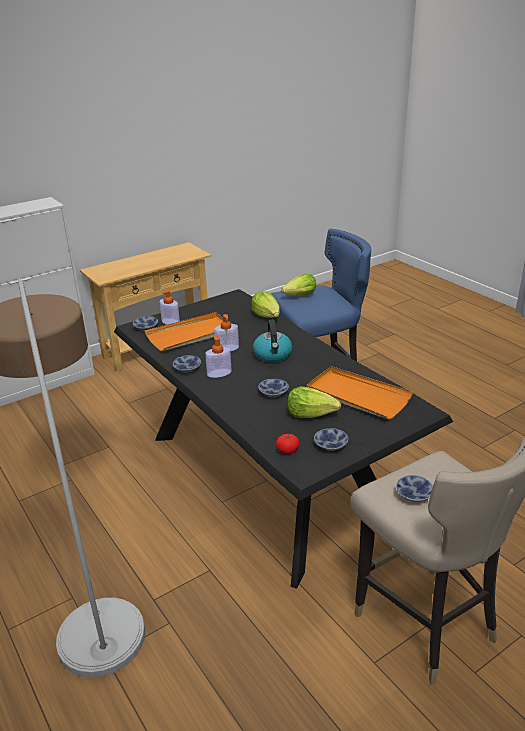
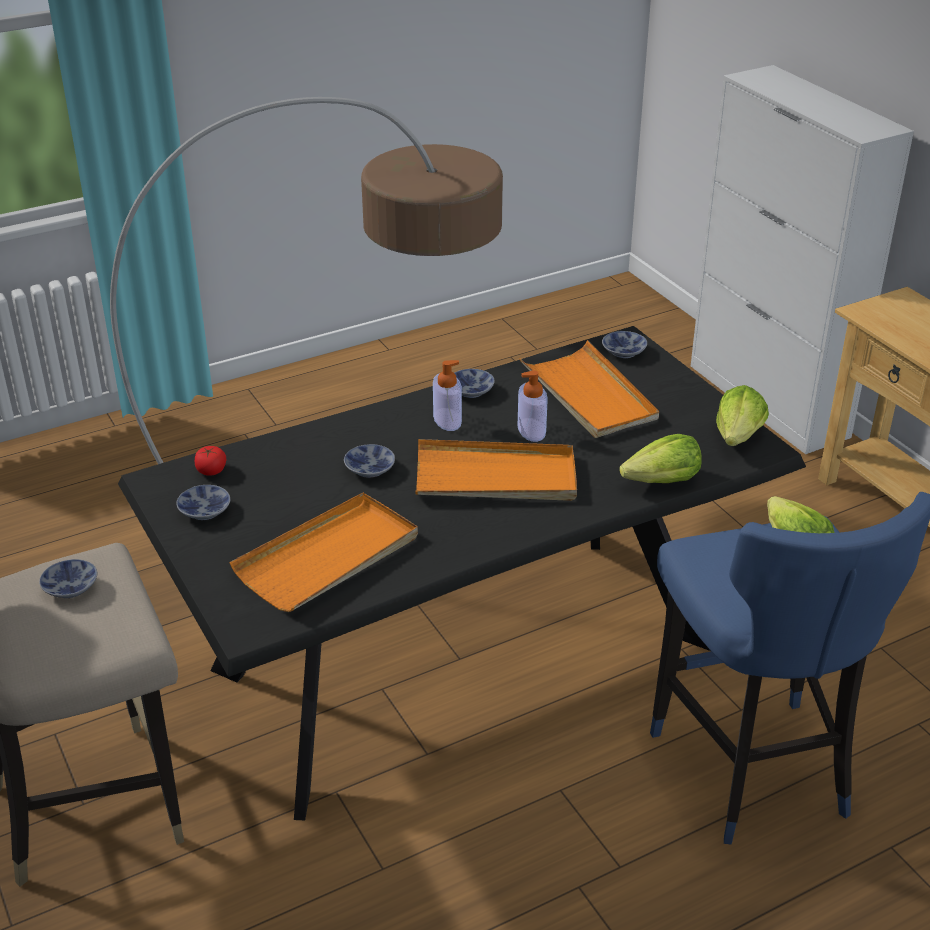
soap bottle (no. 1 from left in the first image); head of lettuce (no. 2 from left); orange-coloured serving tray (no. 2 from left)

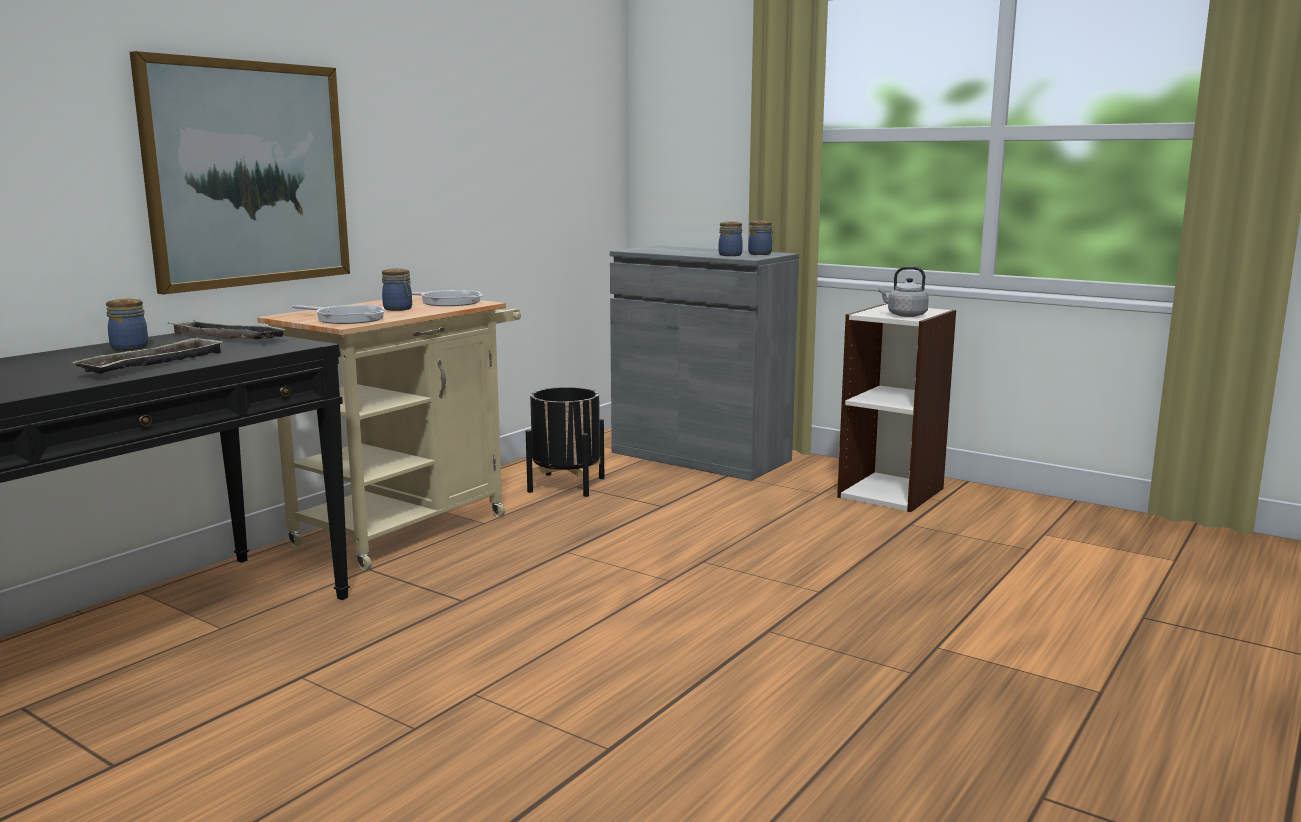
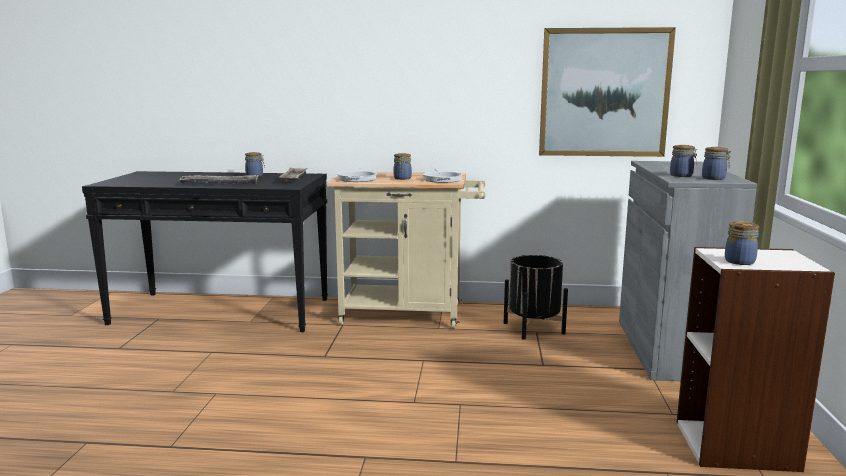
wall art; jar (no. 5 from left)

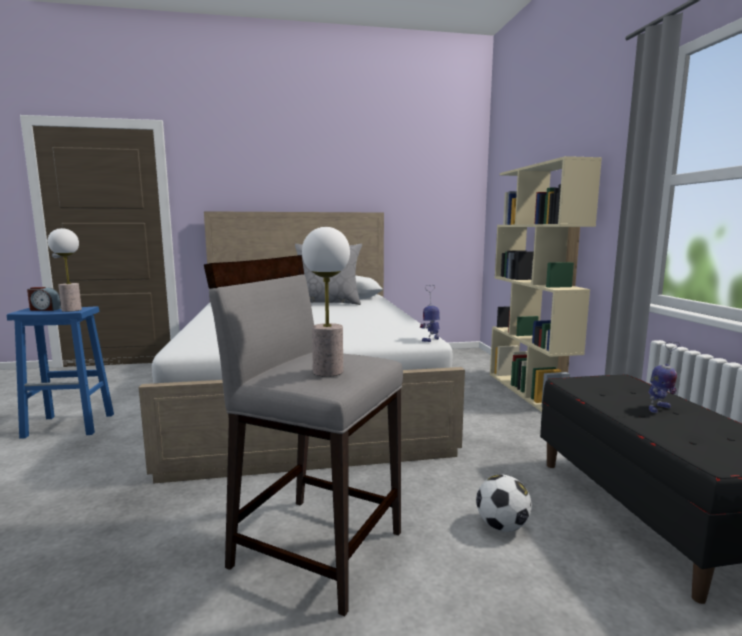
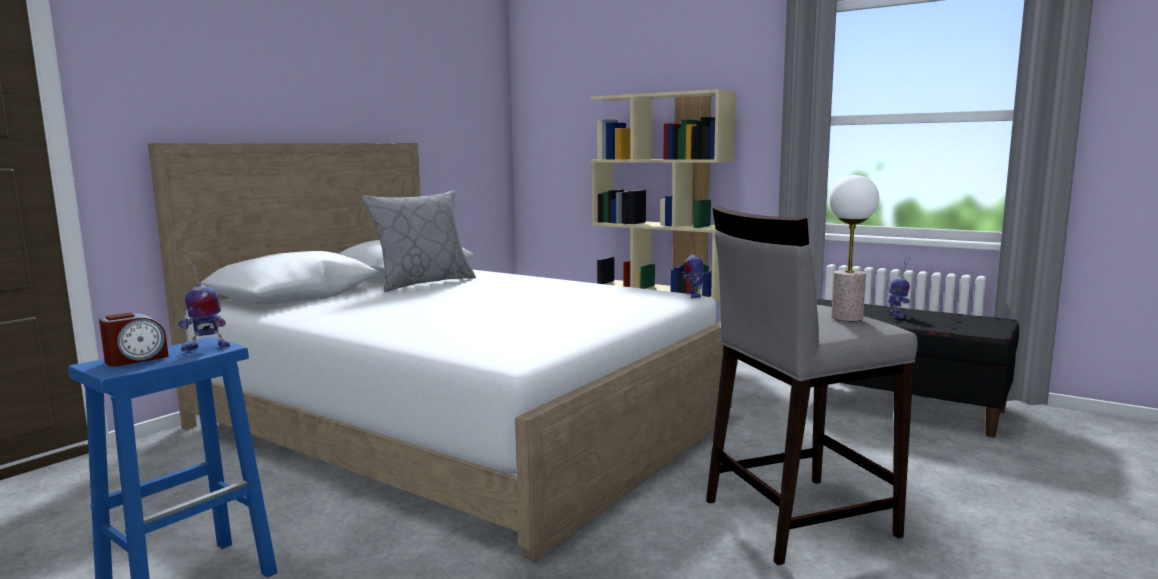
football ball; toy robot (no. 1 from left)

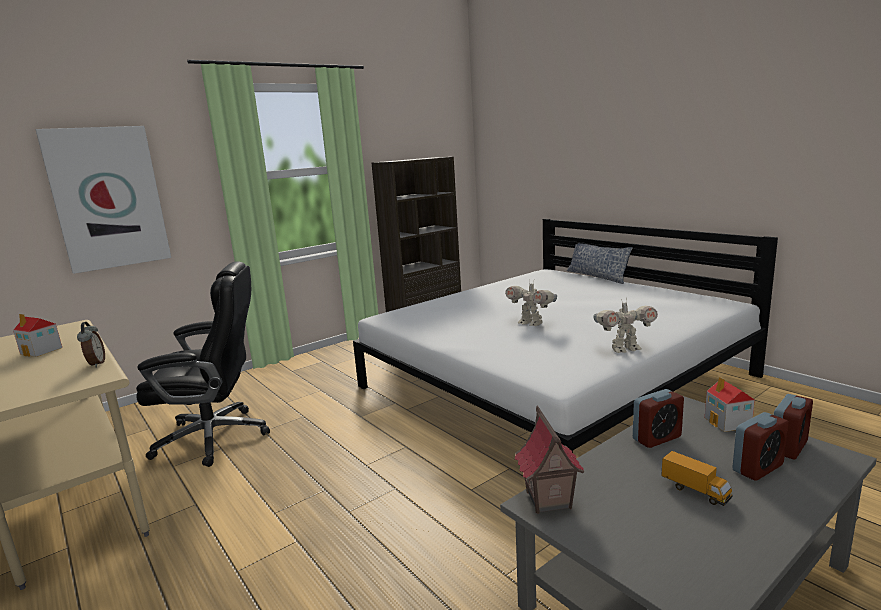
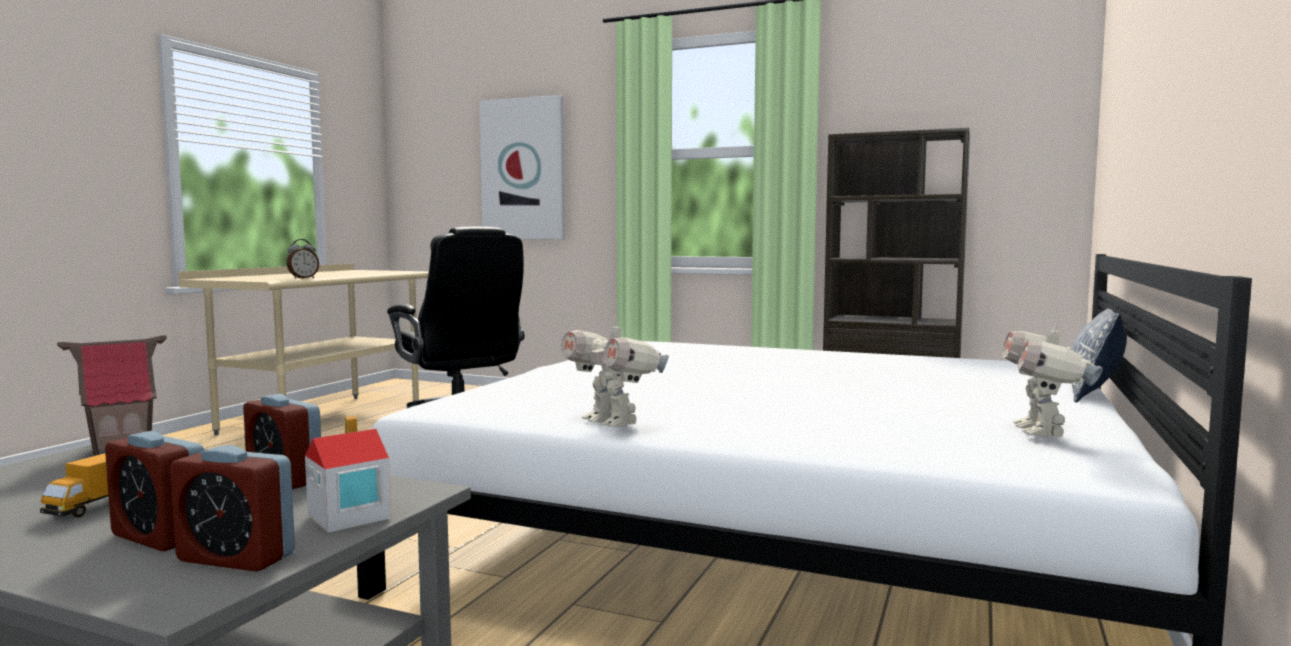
miniature house (no. 1 from left in the first image); toy robot (no. 2 from left)

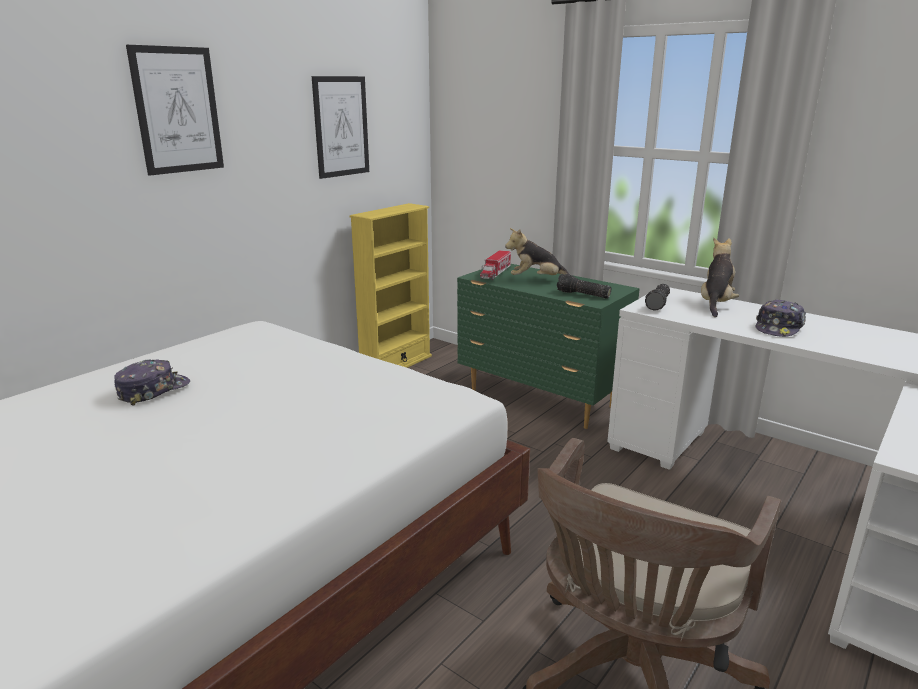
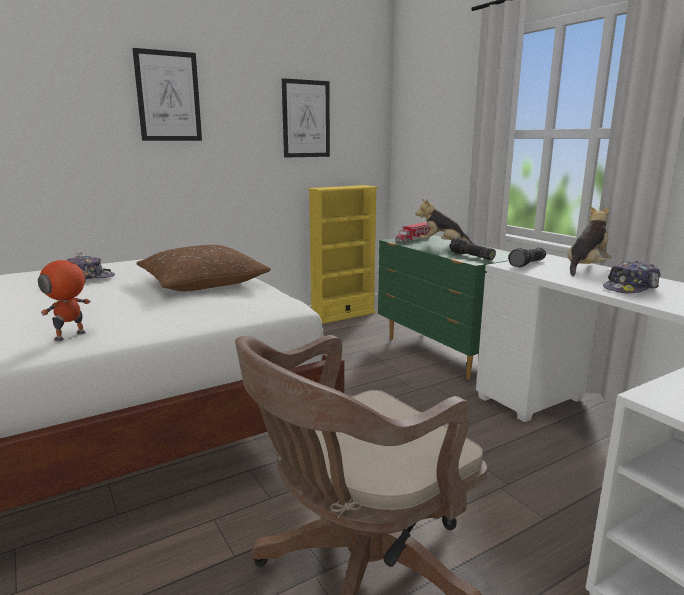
toy robot; brownish throw pillow

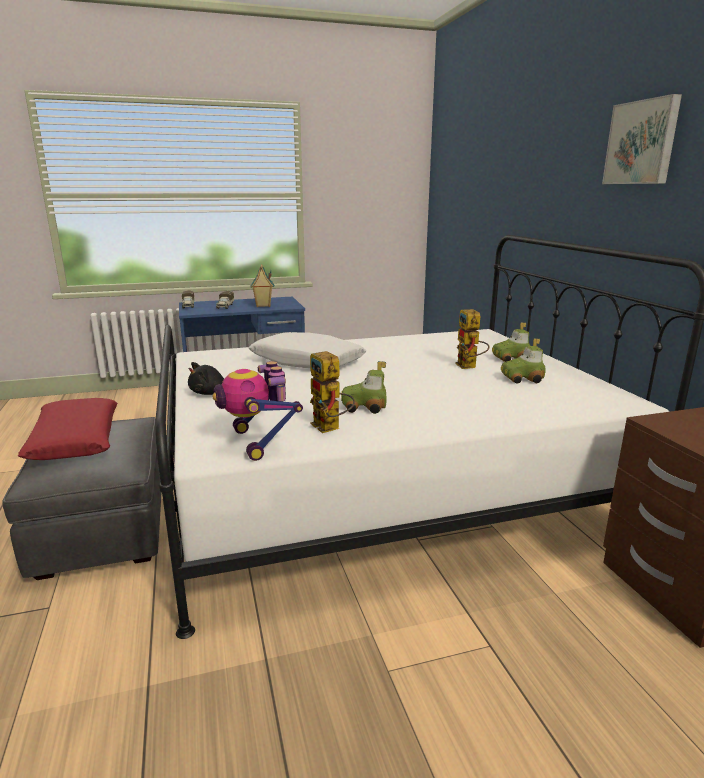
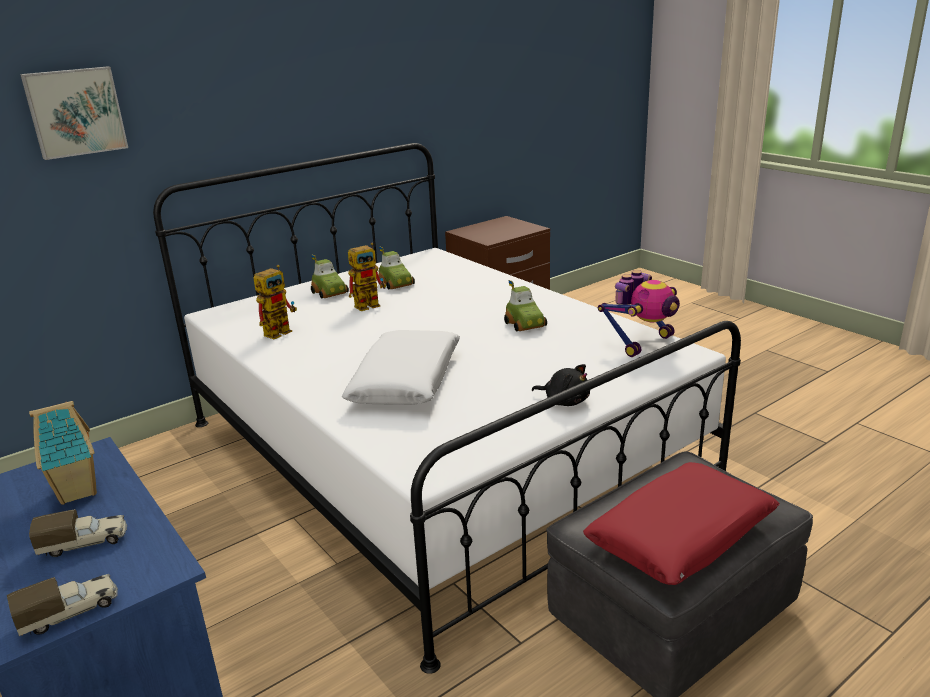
toy robot (no. 1 from left); wall art

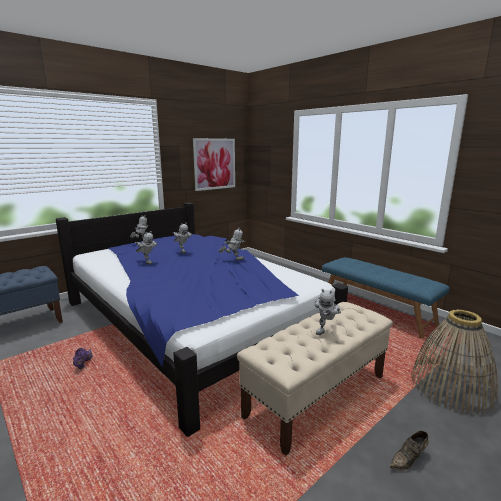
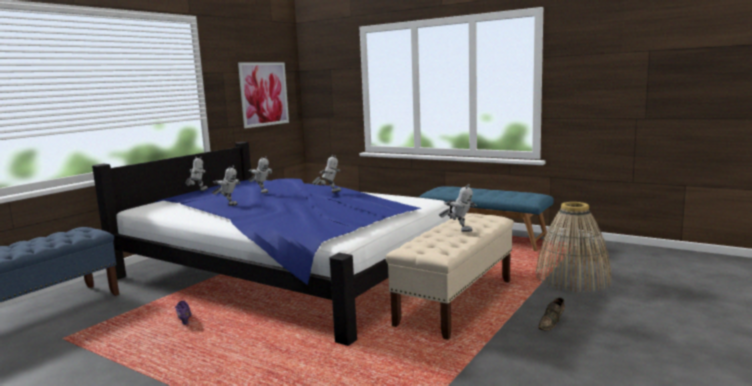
toy robot (no. 5 from left)

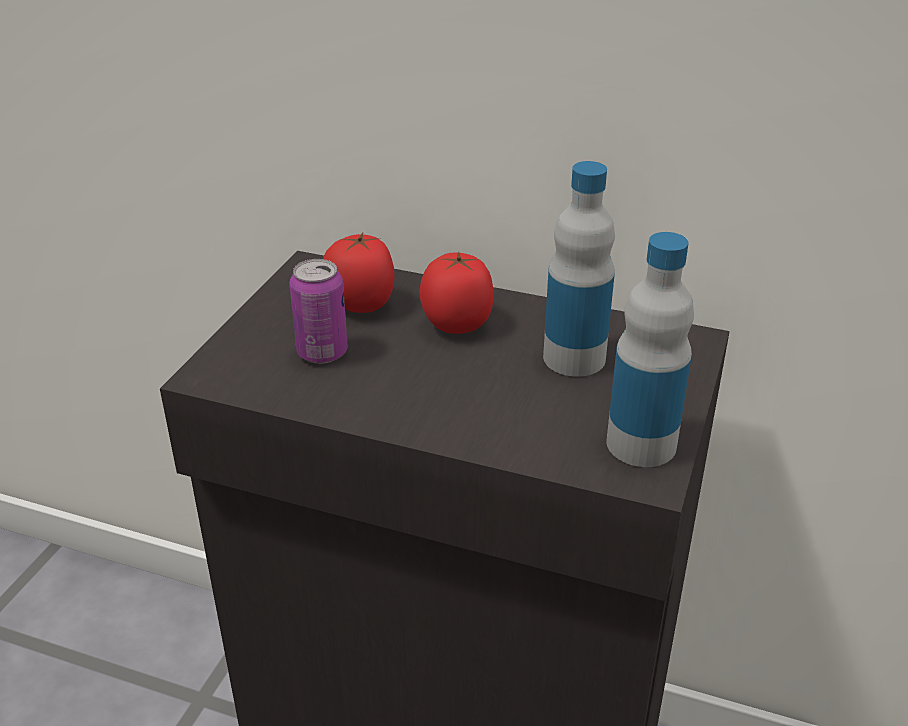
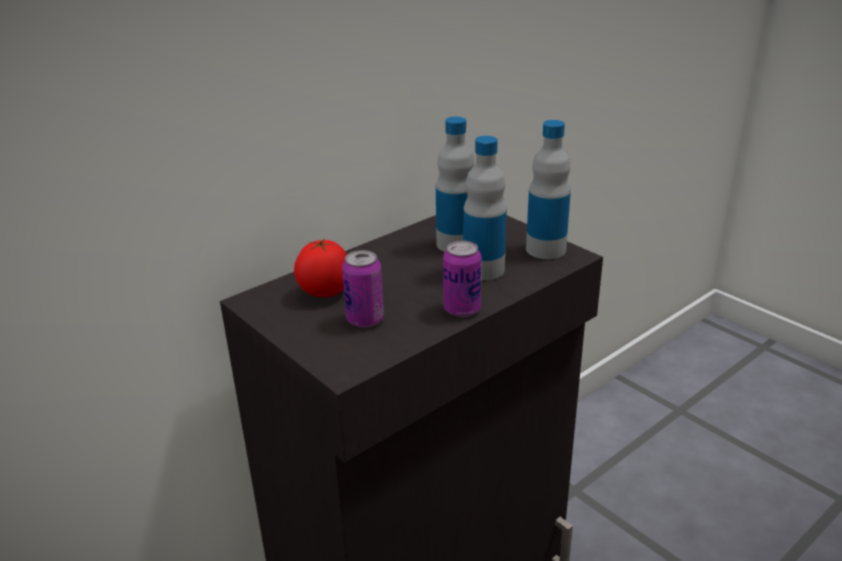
fresh tomato (no. 2 from left in the first image); sealed can (no. 2 from left); bottle (no. 2 from left)

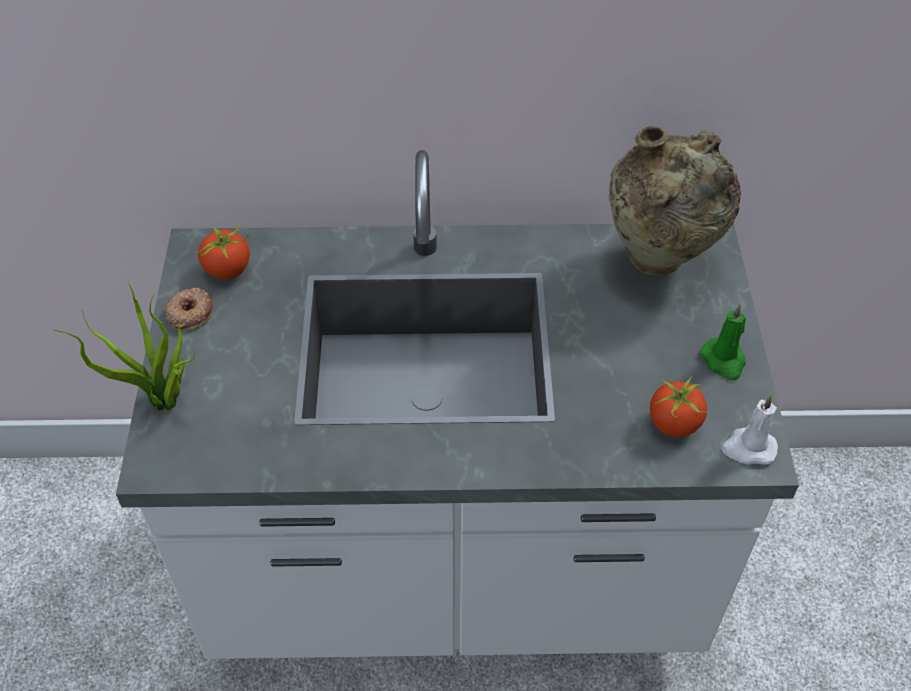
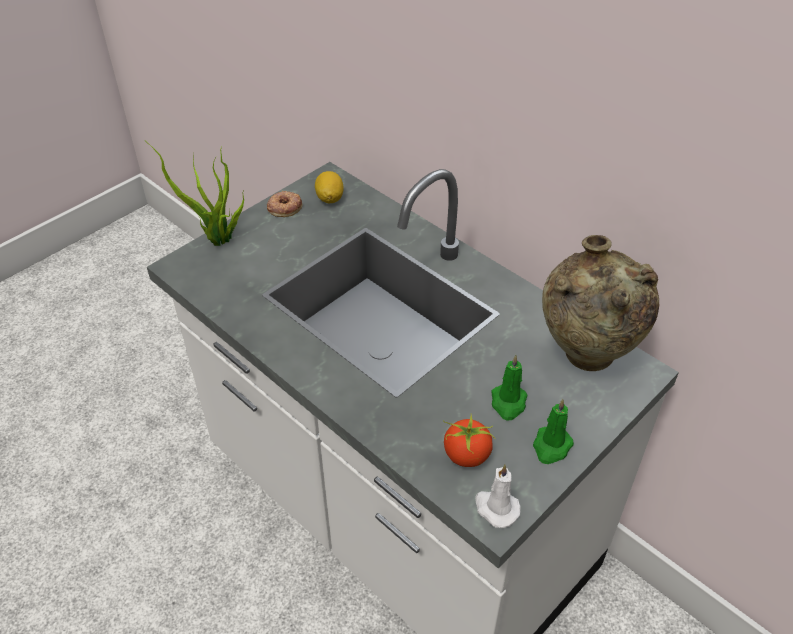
green-coloured wax candle (no. 1 from left); lemon

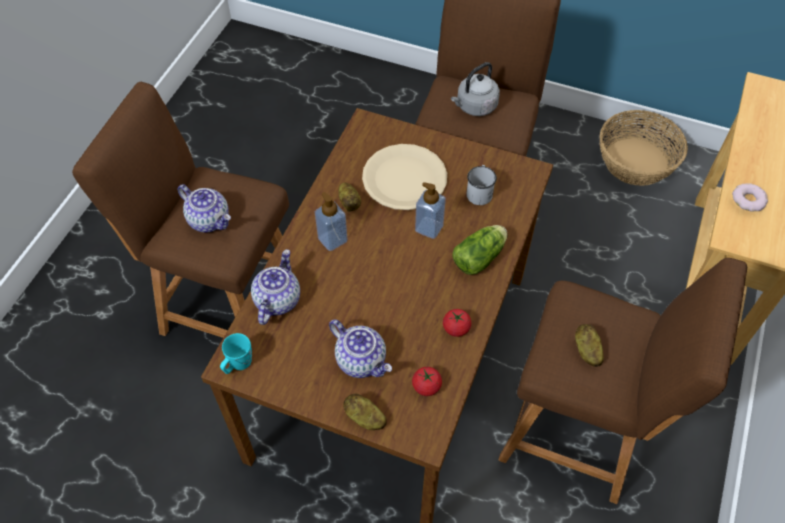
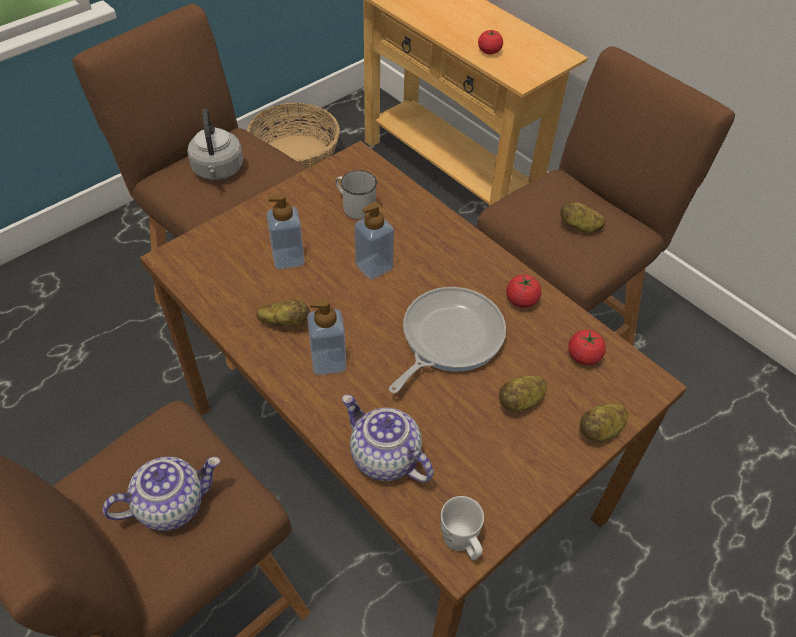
head of lettuce; skillet; spud (no. 2 from left); soap bottle (no. 1 from left); fresh tomato (no. 1 from left); whitish mug (no. 2 from left)

